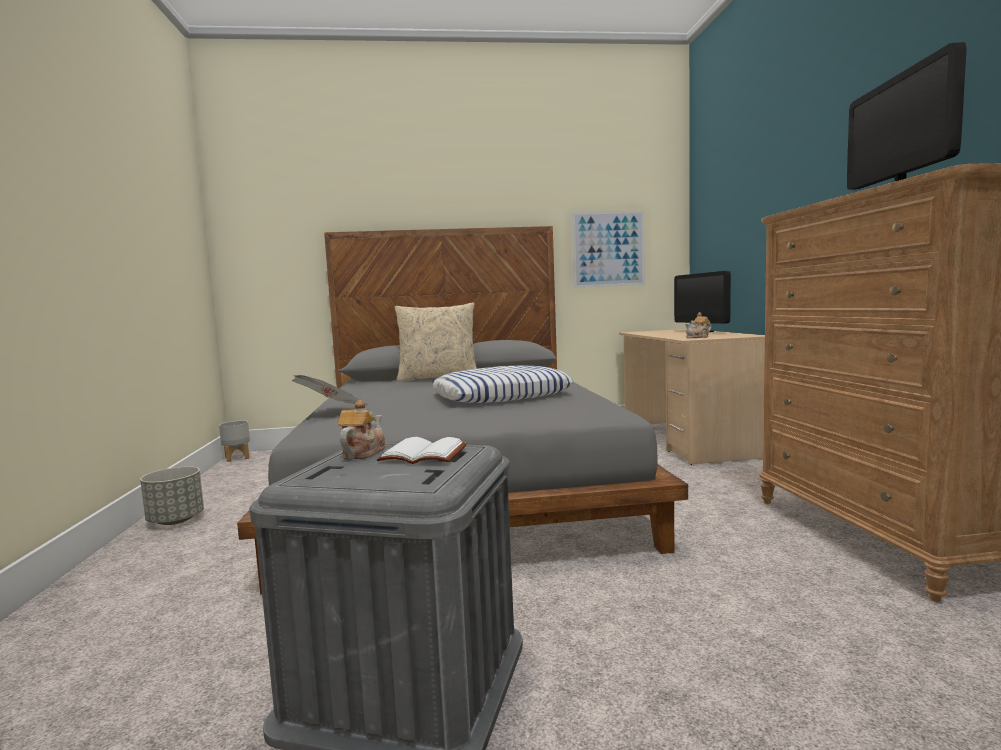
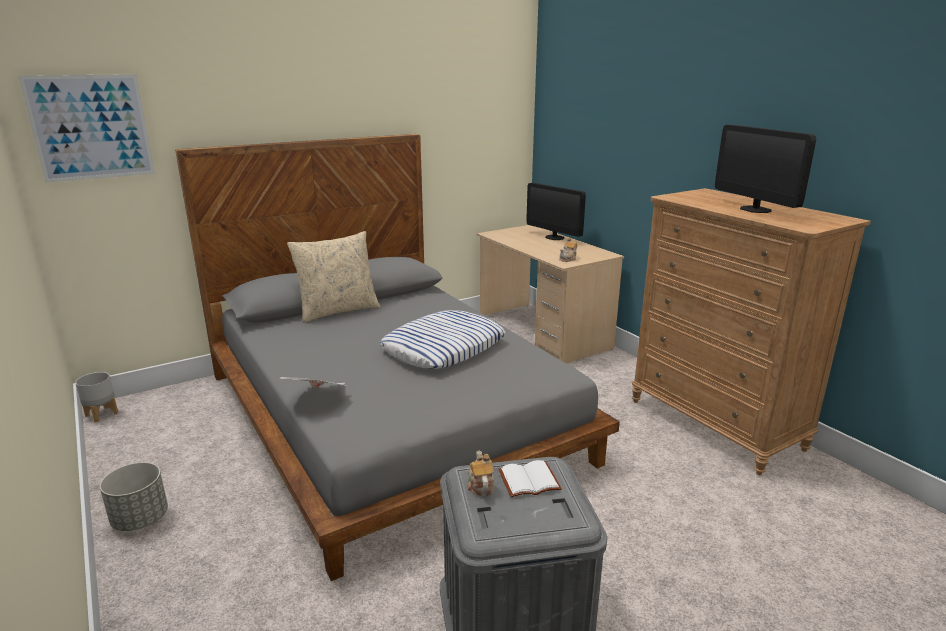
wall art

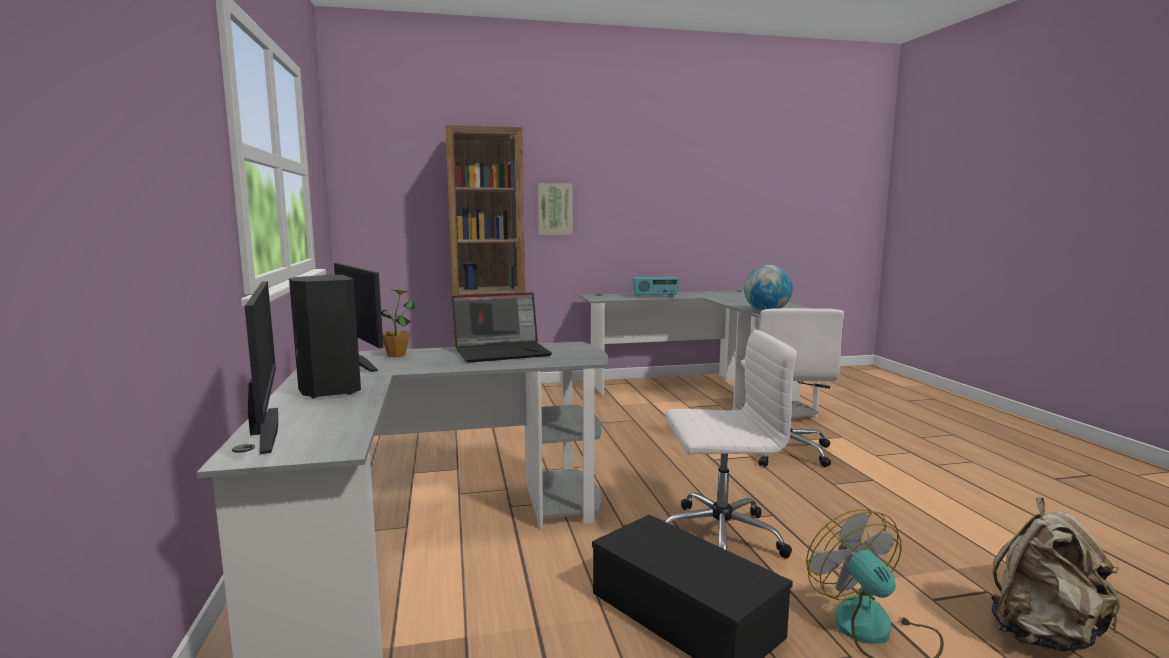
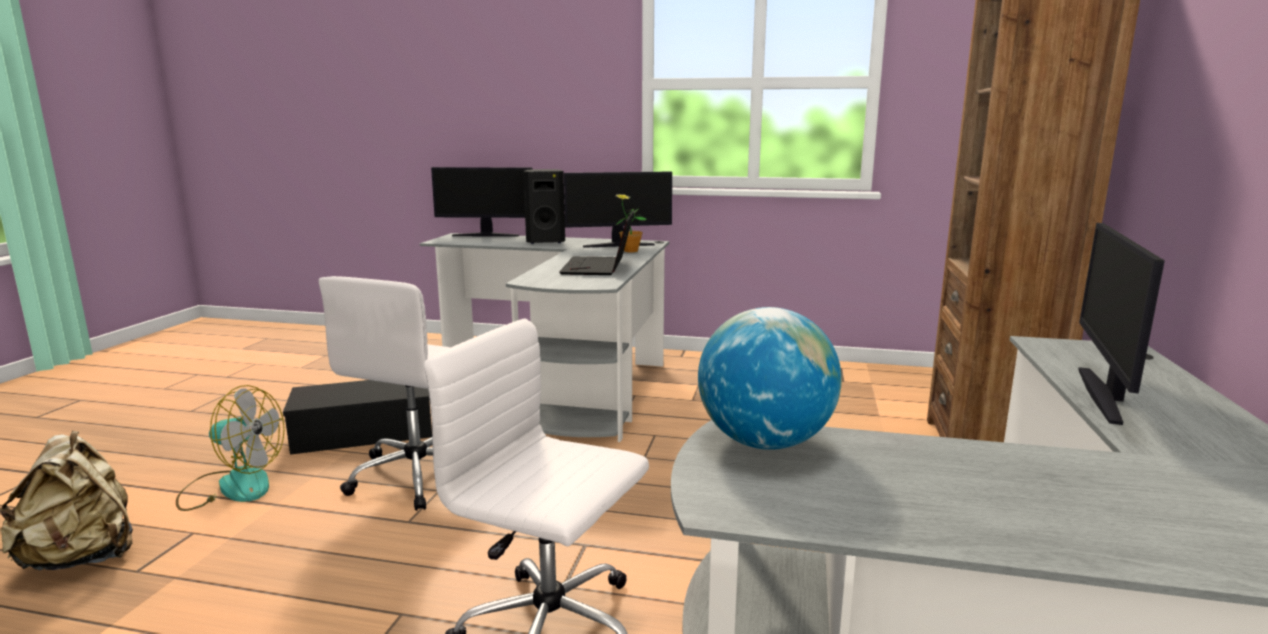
wall art; monitor (no. 3 from left)

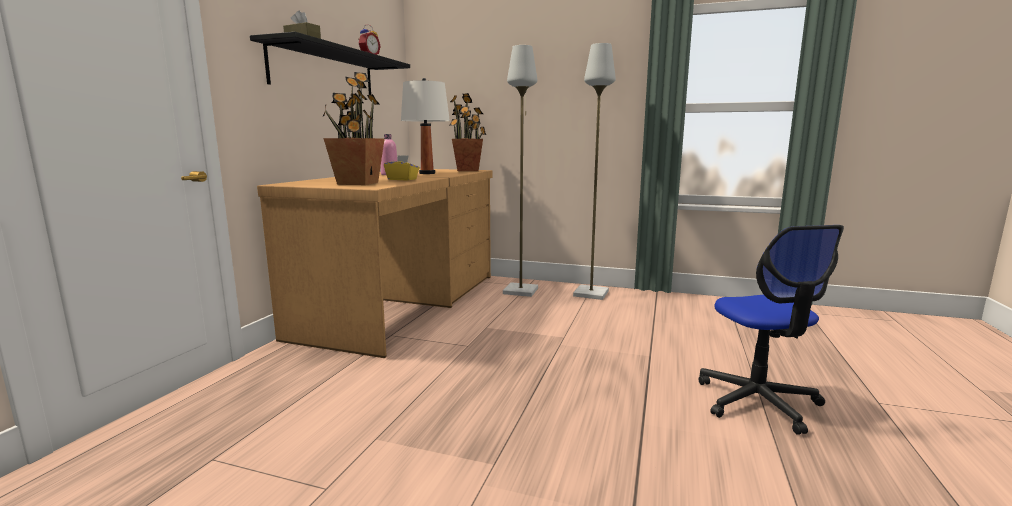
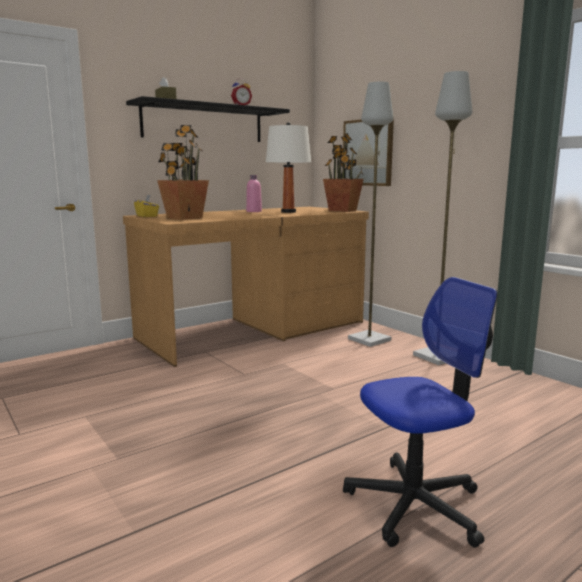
wall art; yellowish tissue box; desk chair

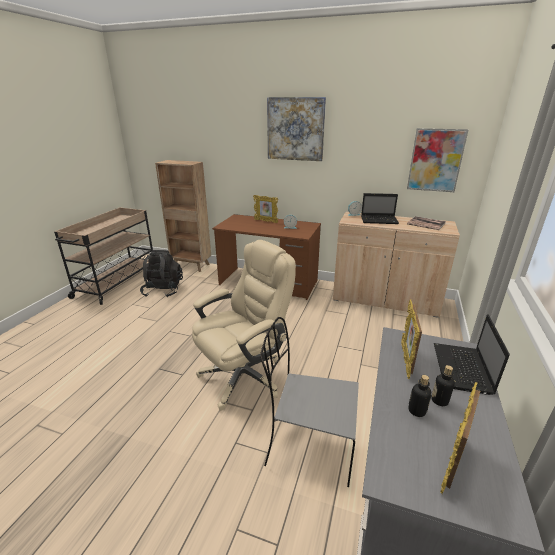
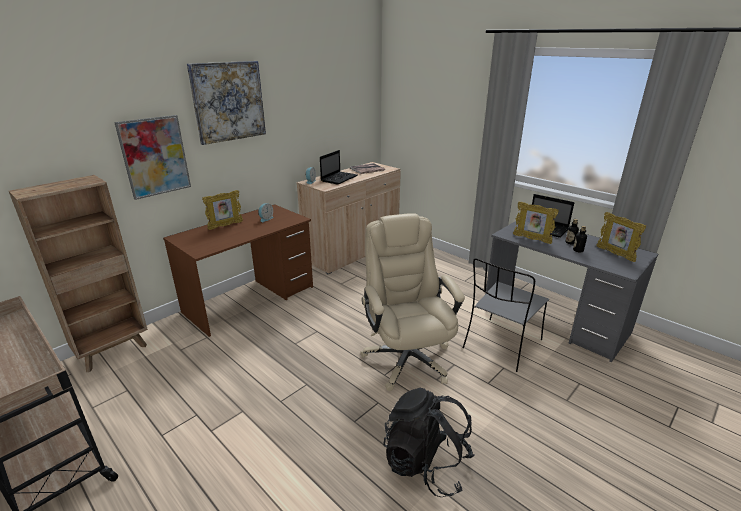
black backpack; wall art (no. 1 from left)

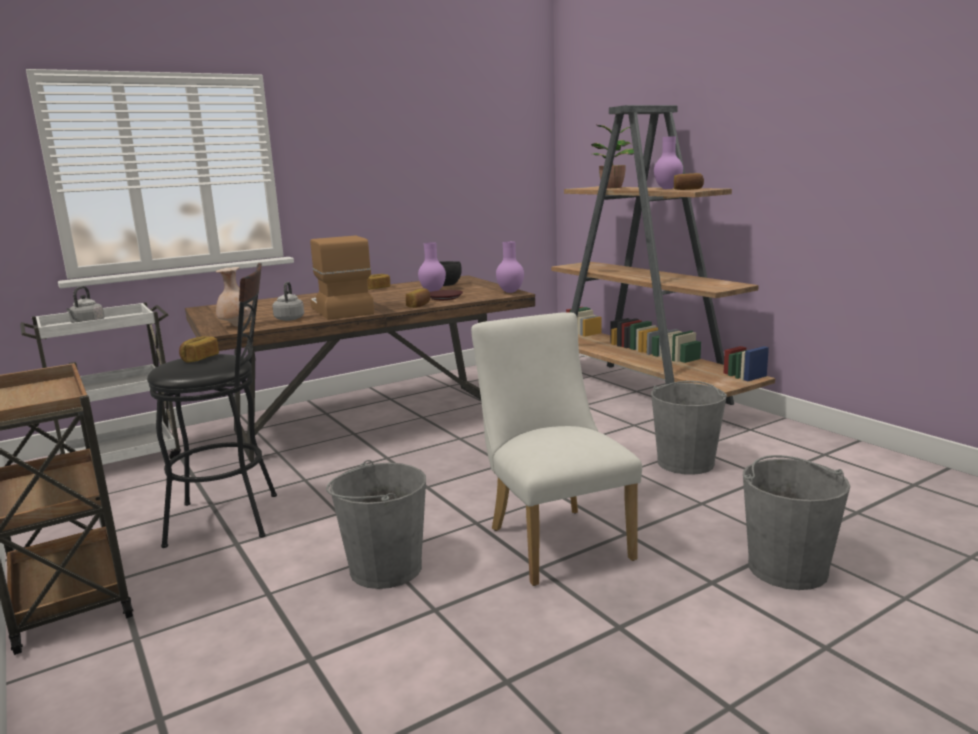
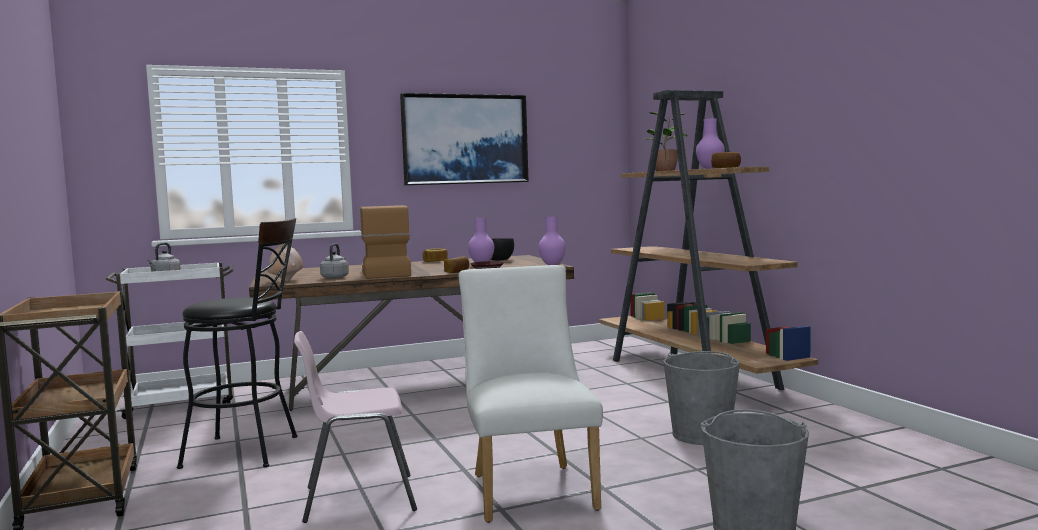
bakery bread (no. 1 from left in the first image); wall art; pink chair

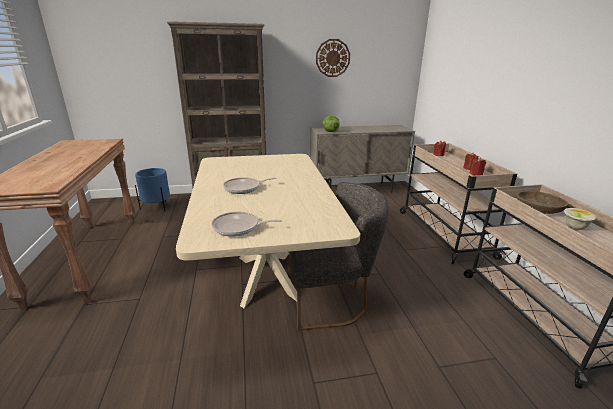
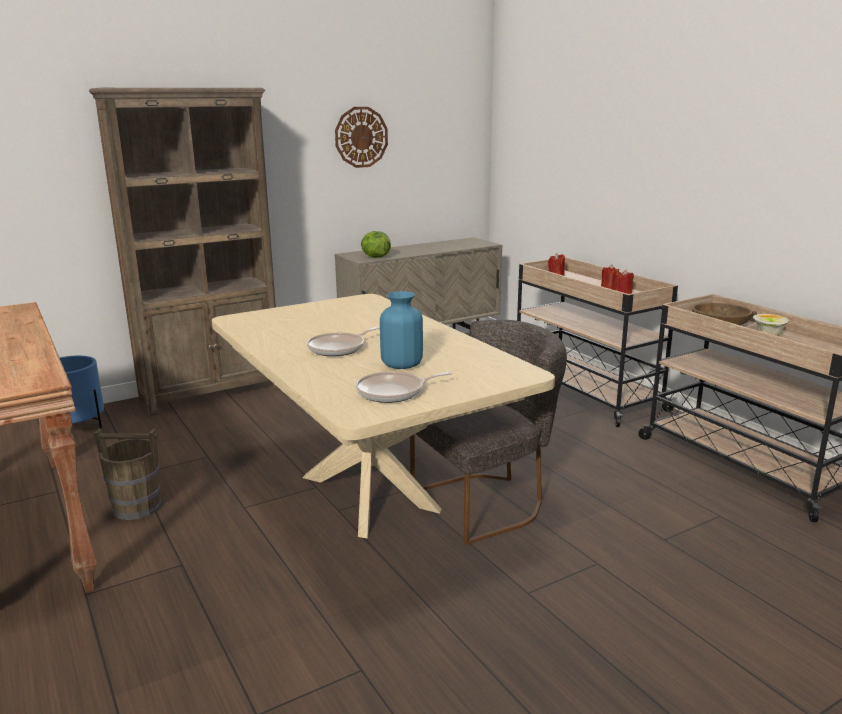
brownish water bucket; blue flower vase

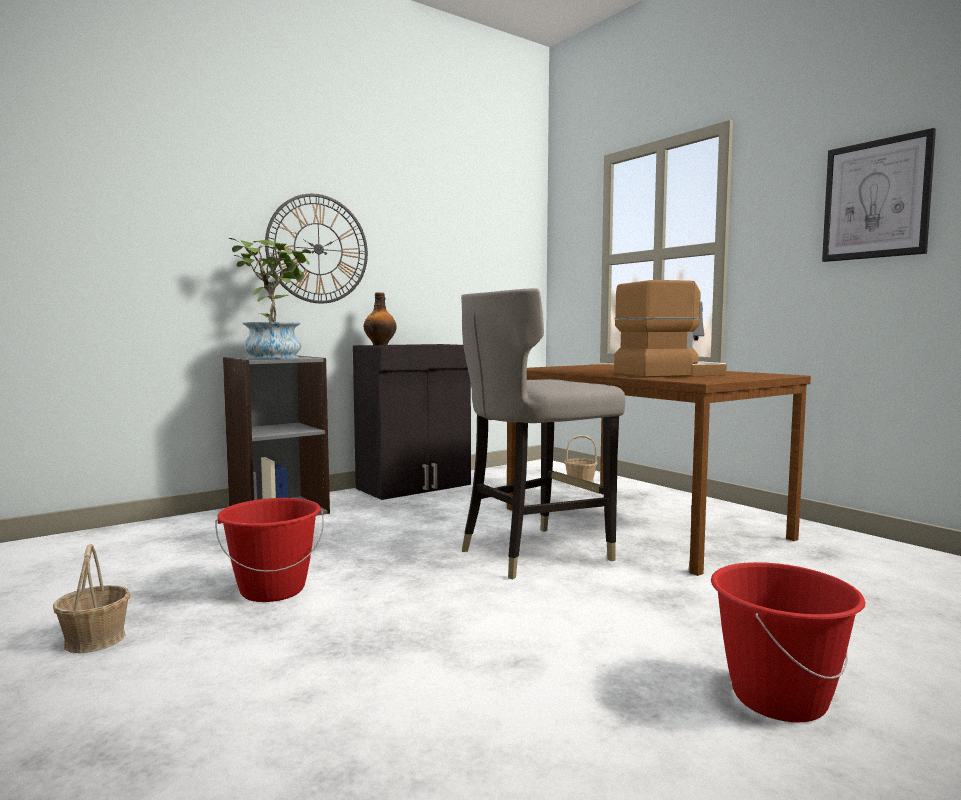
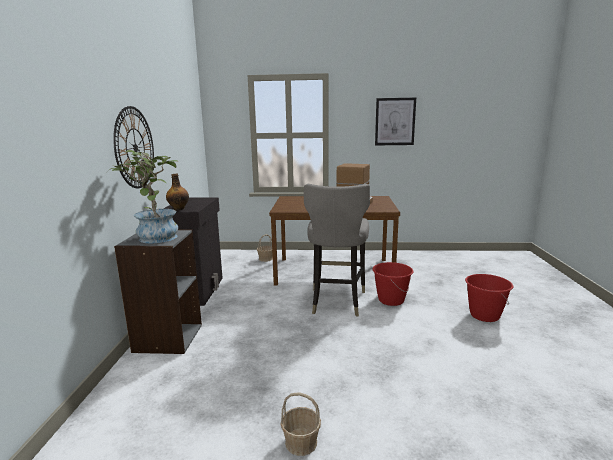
red-coloured water bucket (no. 1 from left)

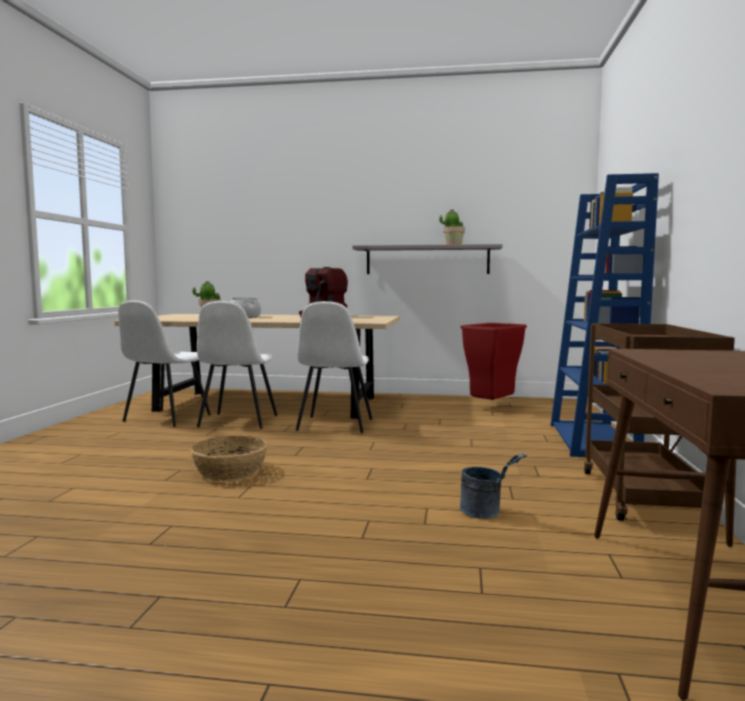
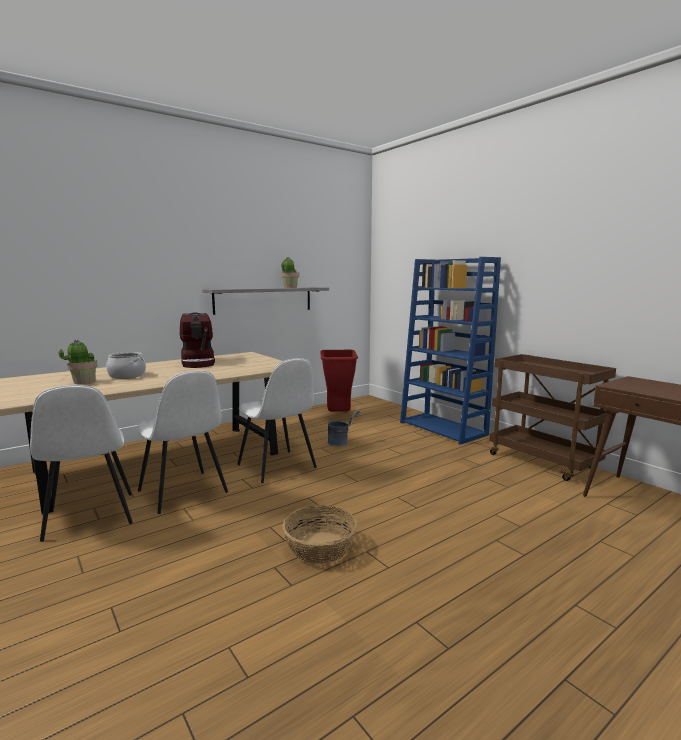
grey water bucket

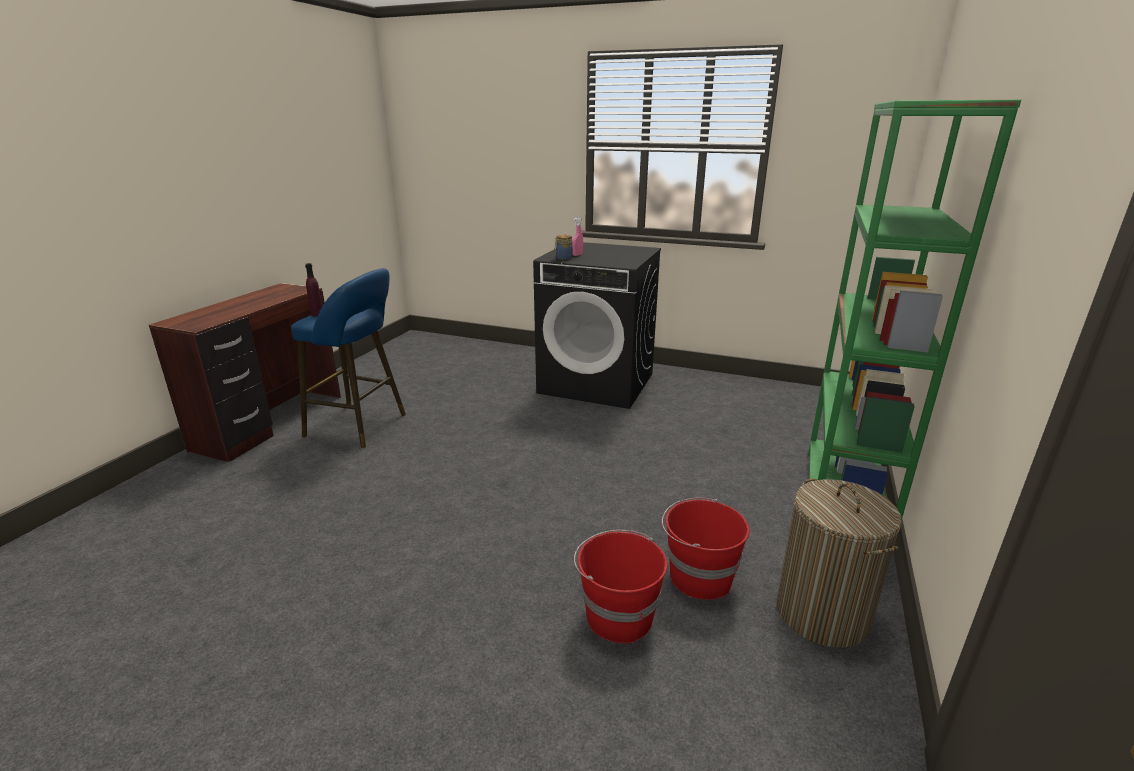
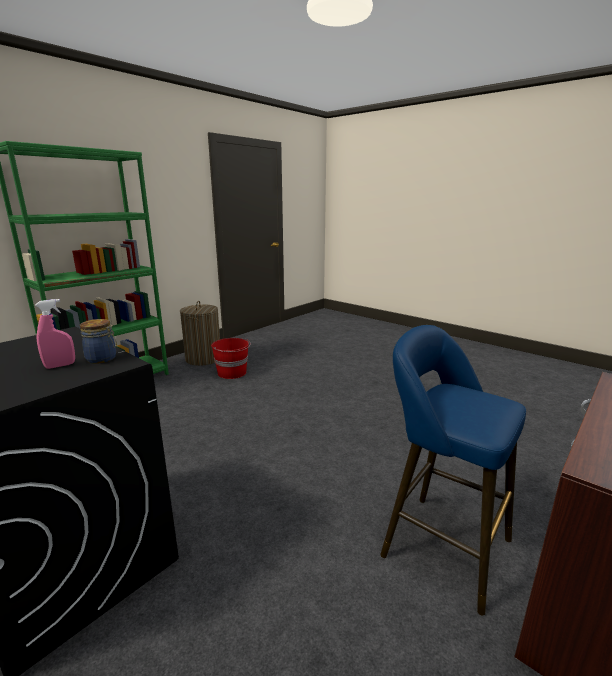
purple-coloured bottle; red-coloured water bucket (no. 1 from left in the first image)

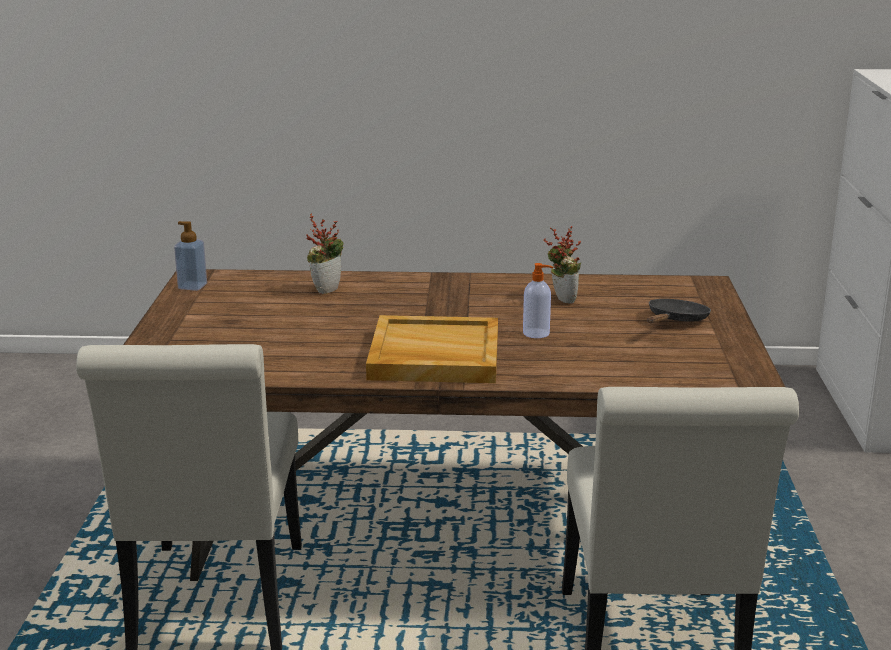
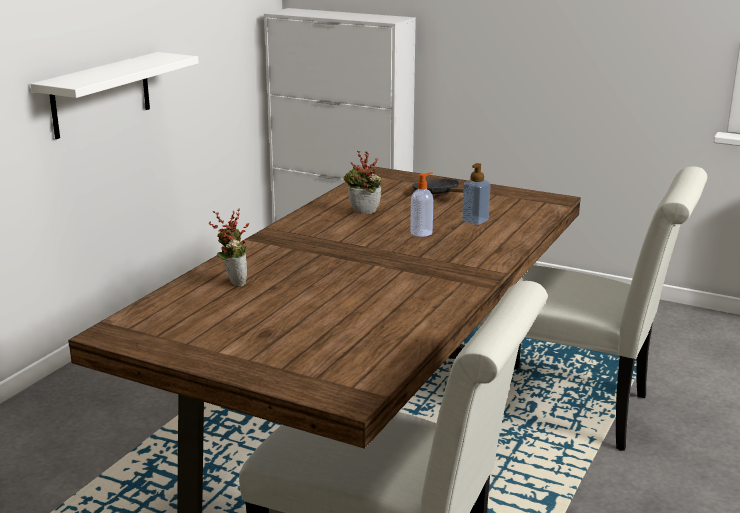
beige serving tray; whitish shelf; soap bottle (no. 2 from left)

